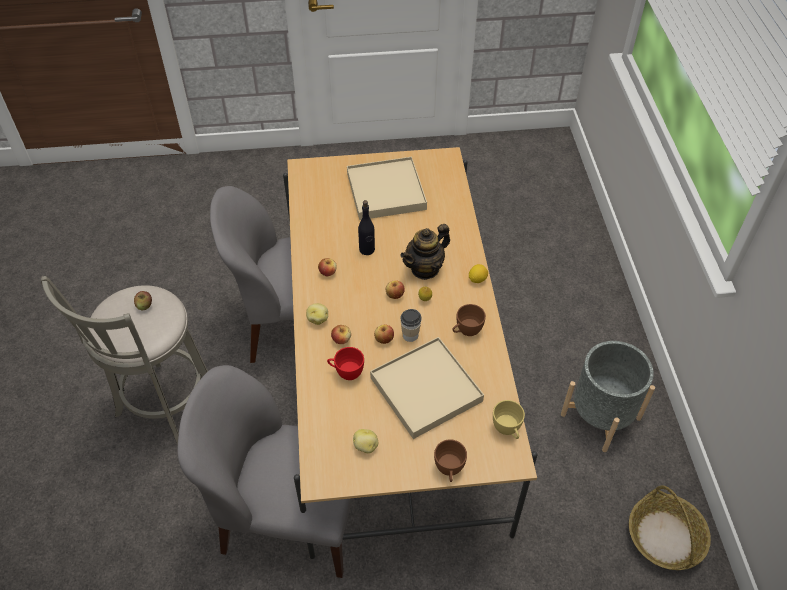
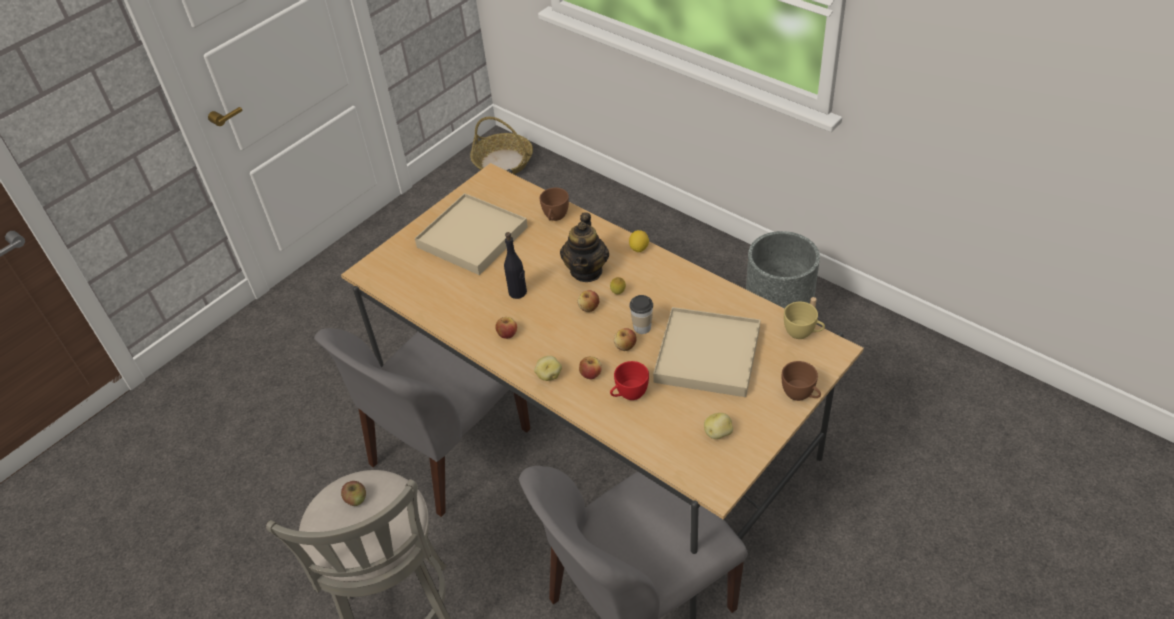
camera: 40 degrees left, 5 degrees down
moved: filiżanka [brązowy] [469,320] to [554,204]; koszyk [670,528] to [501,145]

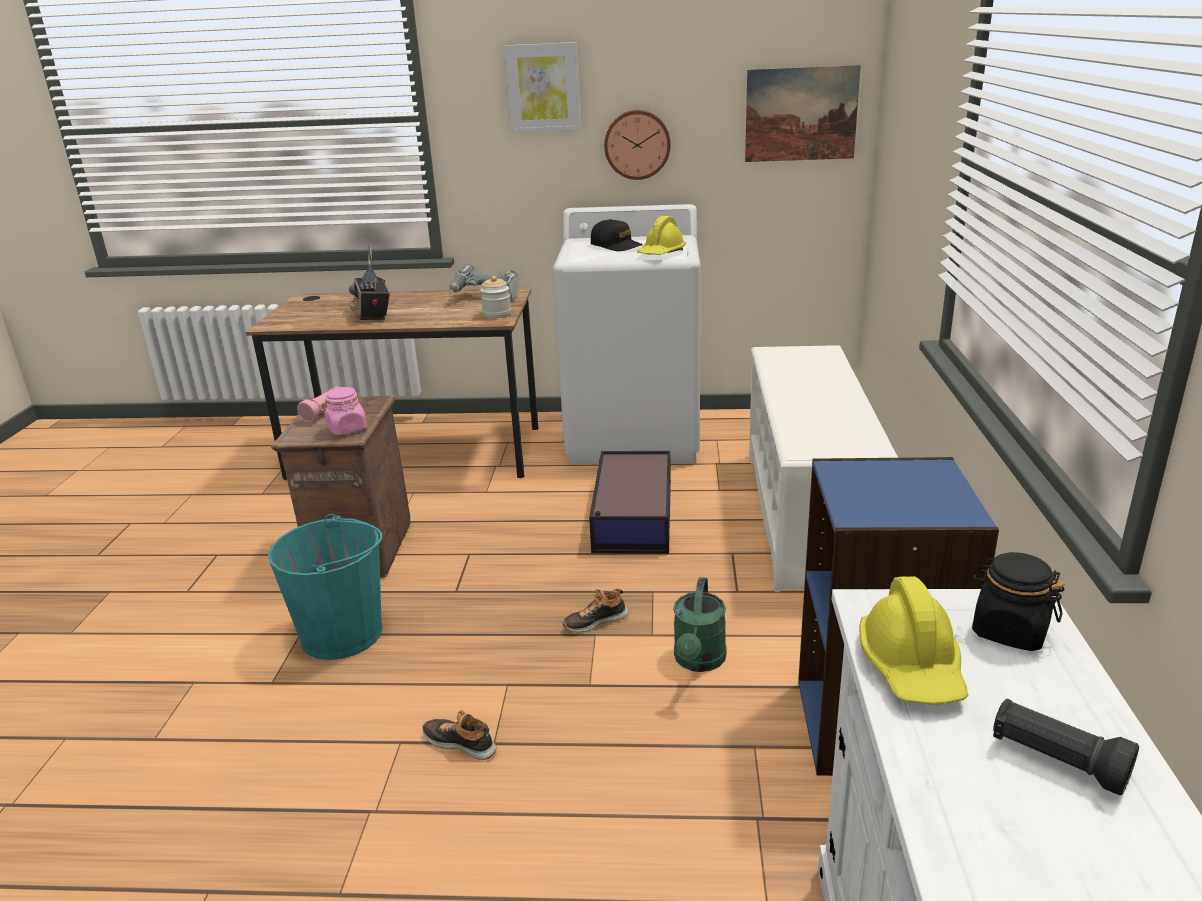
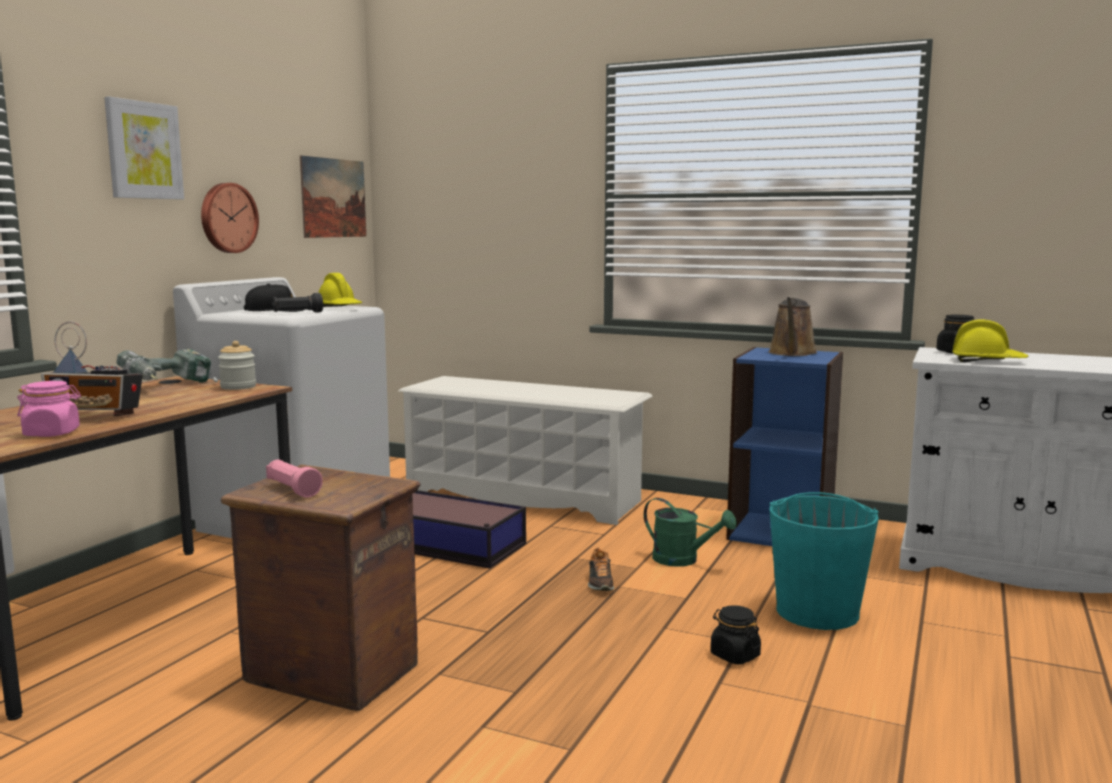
camera: 70 degrees left, 15 degrees down
added: konewka [brązowy] [793,326]
moved: wiadro [turkusowy] [325,587] to [824,561]; słoik [różowy] [345,411] to [49,409]; latarka [czarny] [1066,747] to [297,303]
replaced: but [459,735] to słoik [czarny] [736,634]

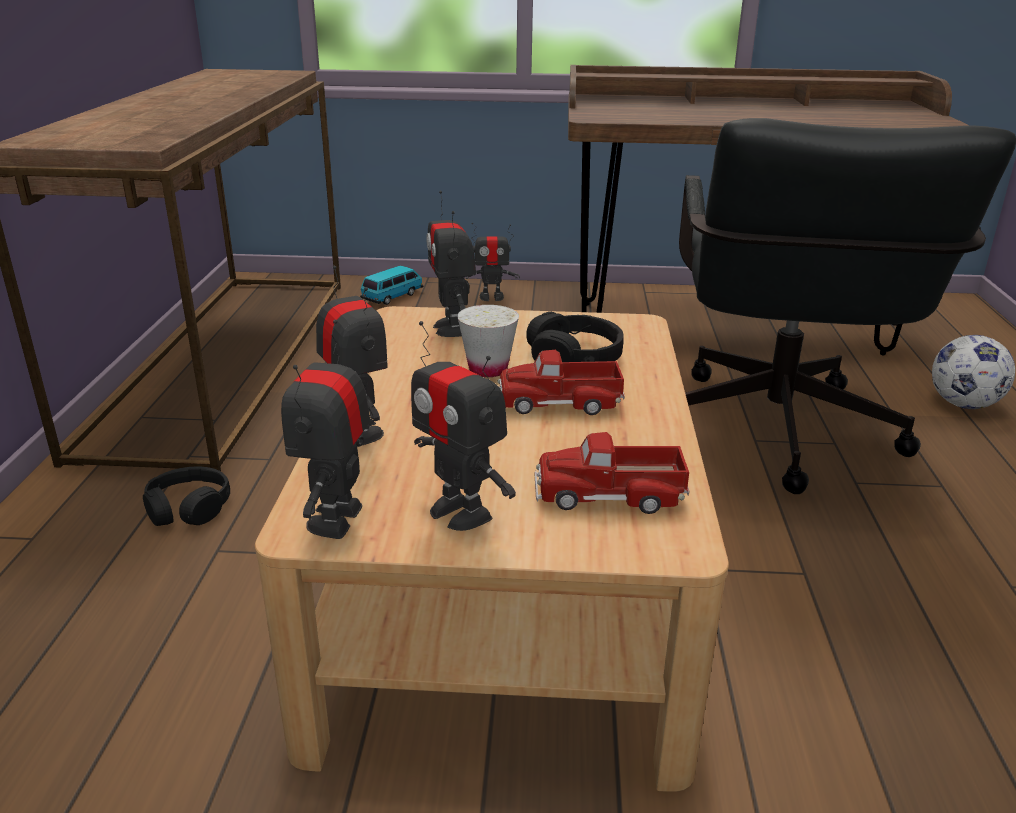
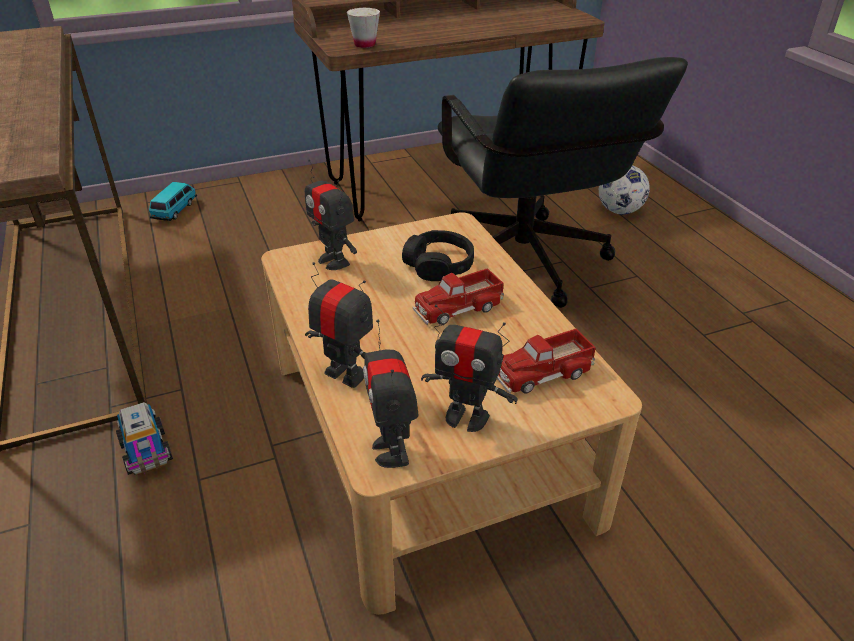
camera: 25 degrees left, 10 degrees up
removed: robot zabawkowy [493,262]
moved: filiżanka [biały] [488,341] to [363,28]
replaced: słuchawki [czarny] [186,496] to ciężarówka zabawkowa [144,438]

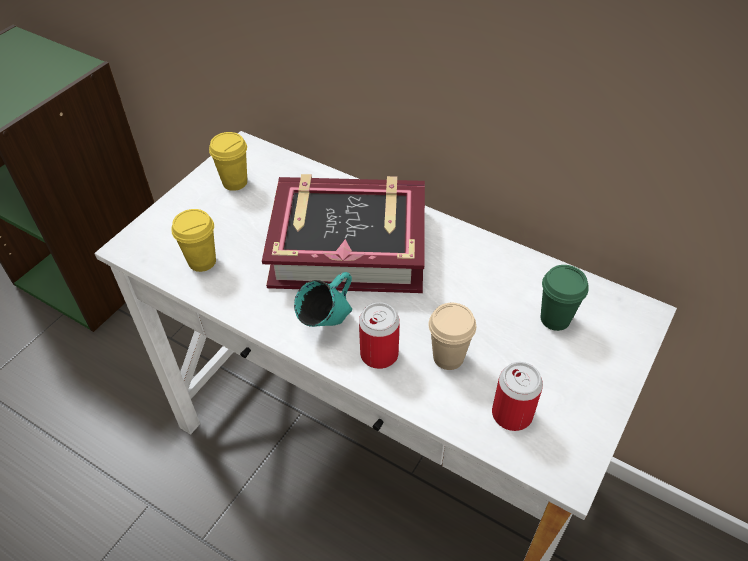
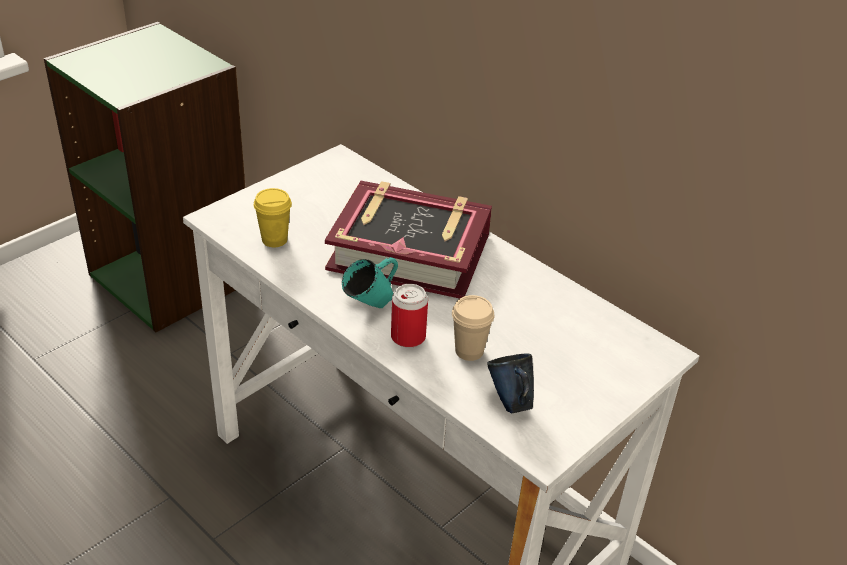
camera: 10 degrees right, 10 degrees down
removed: filiżanka [żółty] [228,161]; filiżanka [zielony] [565,298]
replaced: puszka [517,396] to kubek [niebieski] [510,383]

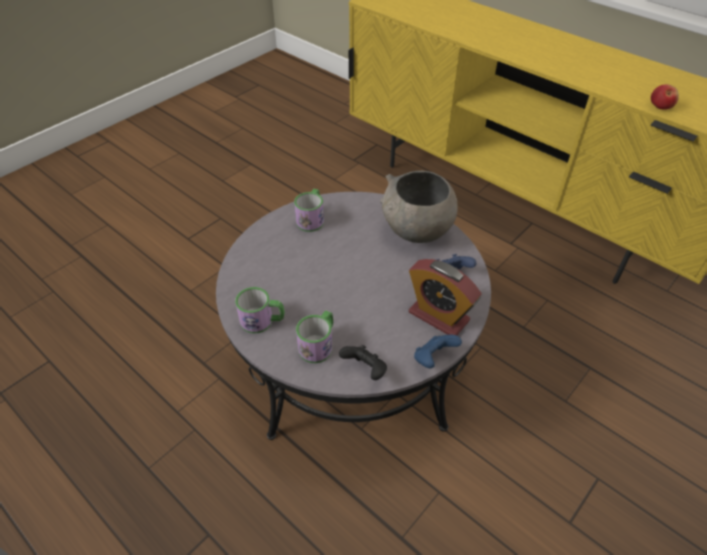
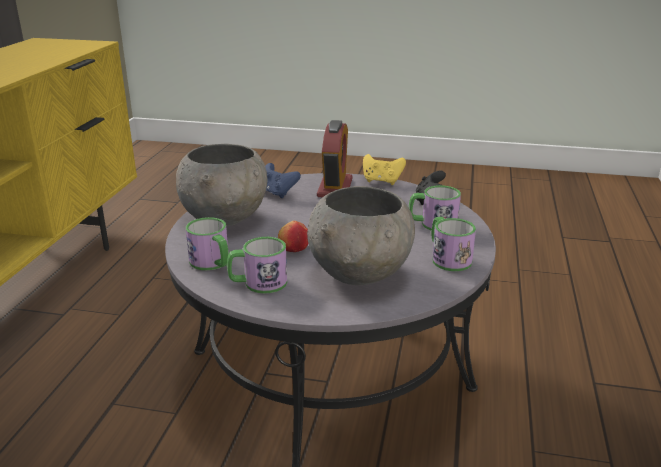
camera: 120 degrees left, 20 degrees down
added: kubek [207,243]; miska [szary] [361,235]
moved: jabłko [665,96] to [293,236]
recoloured: pad do gier [niebieski] [438,351] to pad do gier [żółty] [384,169]

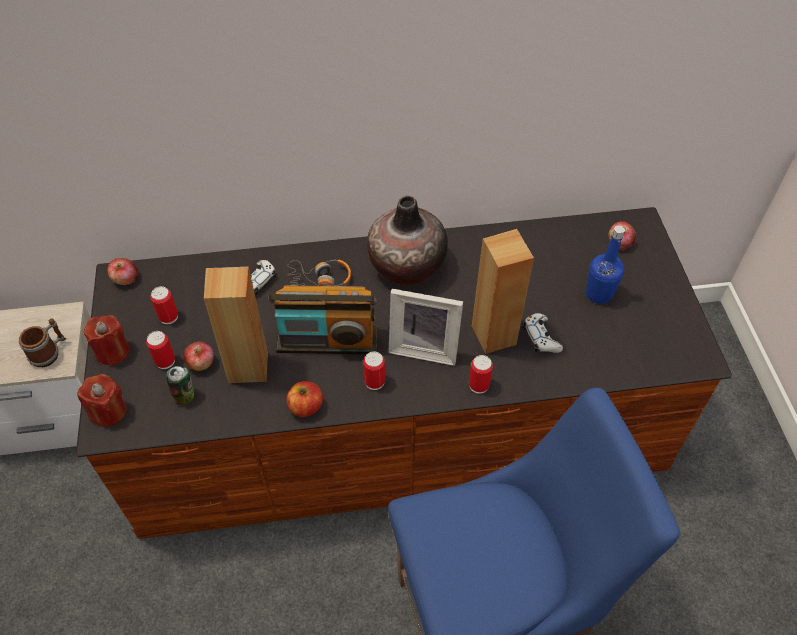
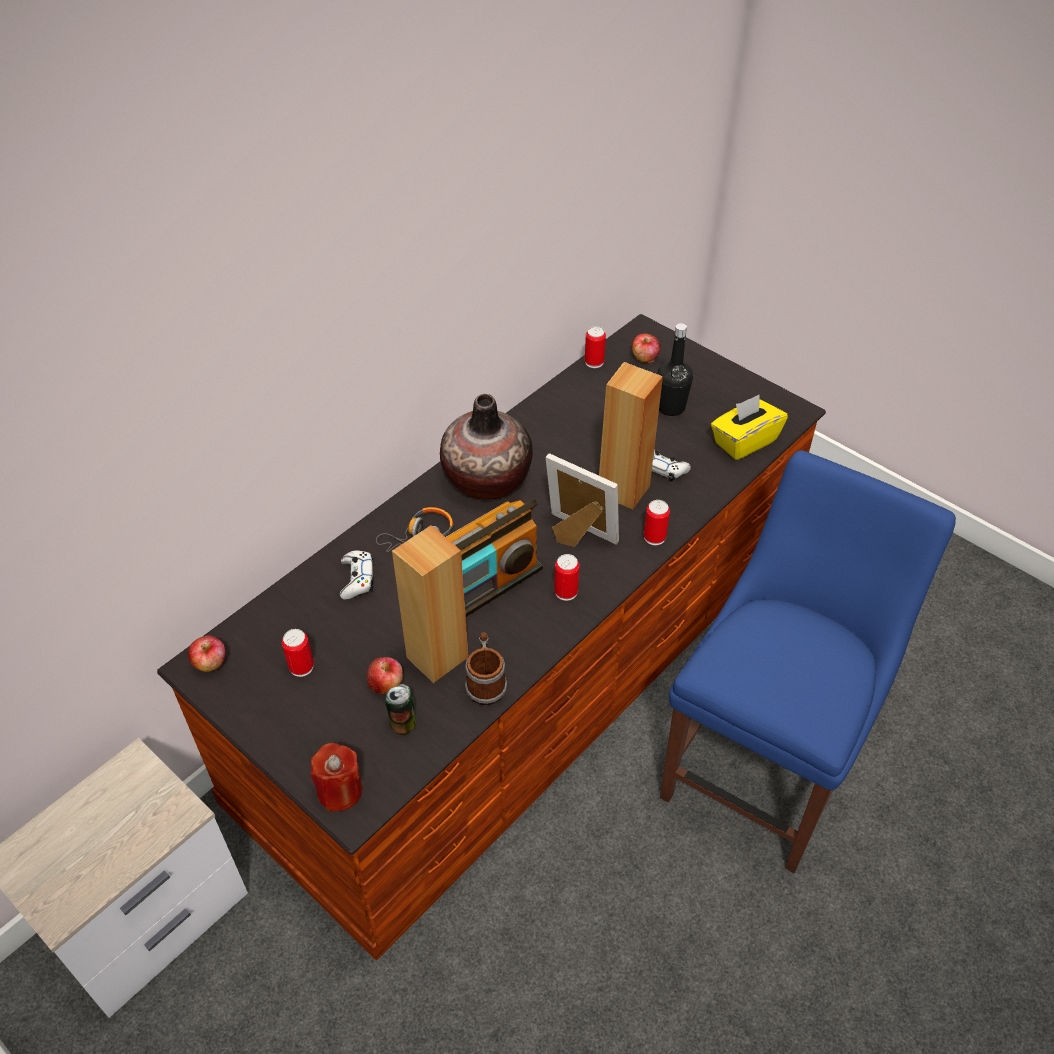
camera: 40 degrees left, 5 degrees down
removed: świeca [czerwony] [106,340]; jabłko [304,399]
added: pudełko chusteczek [żółty] [749,427]
moved: kubek [42,342] to [486,668]; puszka [160,350] to [595,347]
recoloured: butelka [niebieski] [605,264] to butelka [czarny] [675,369]
turned: ramka na zdjęcie [425,327] = [582,500] 120 degrees counterclockwise

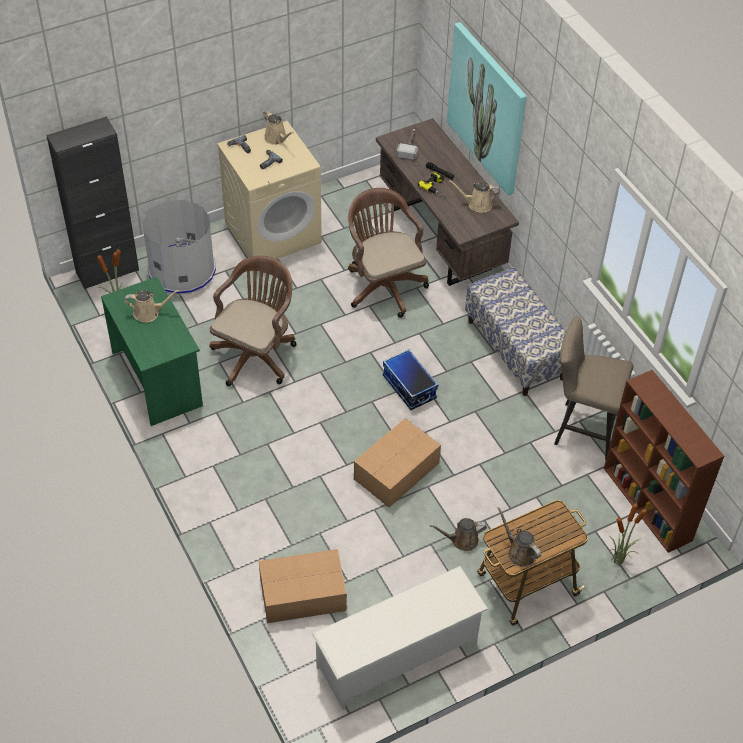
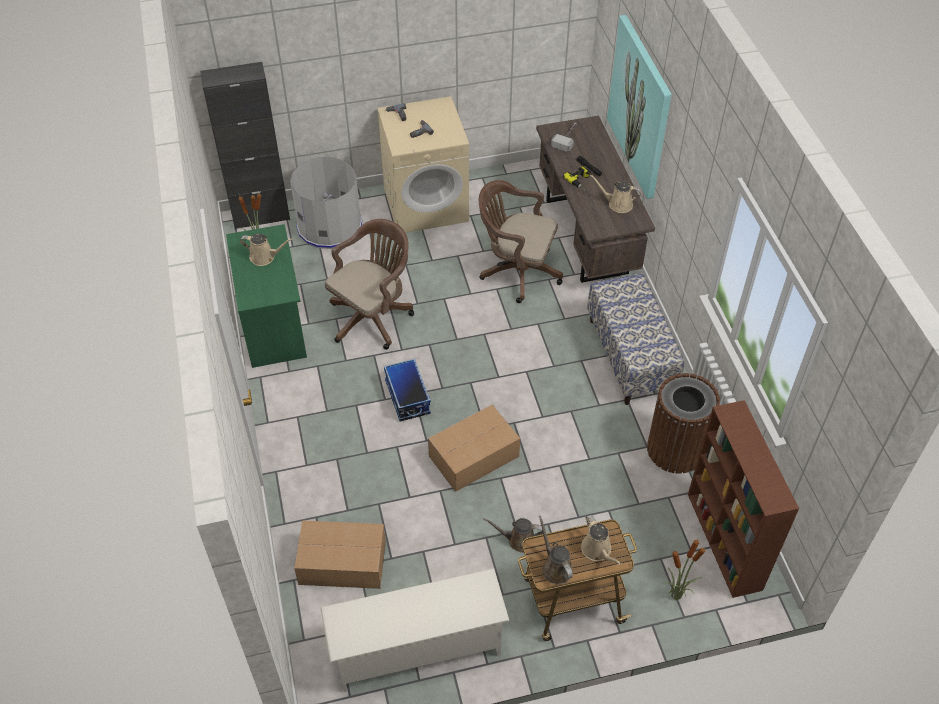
camera: 15 degrees right, 0 degrees up
moved: konewka [beżowy] [278,128] to [601,540]; pojemnik do przechowywania [411,379] to [407,390]
replaced: stołek [beżowy] [593,388] to kosz na śmieci [brązowy] [683,423]
turned: krzesło biurowe [brązowy] [388,253] = [521,241] 60 degrees counterclockwise

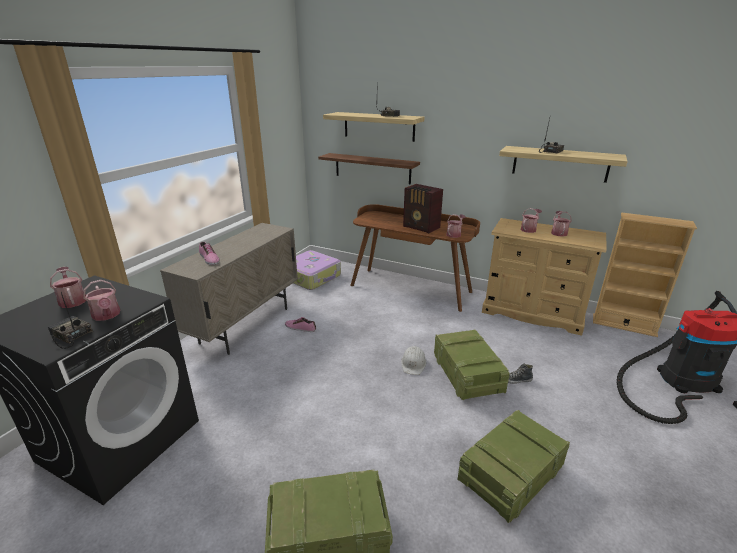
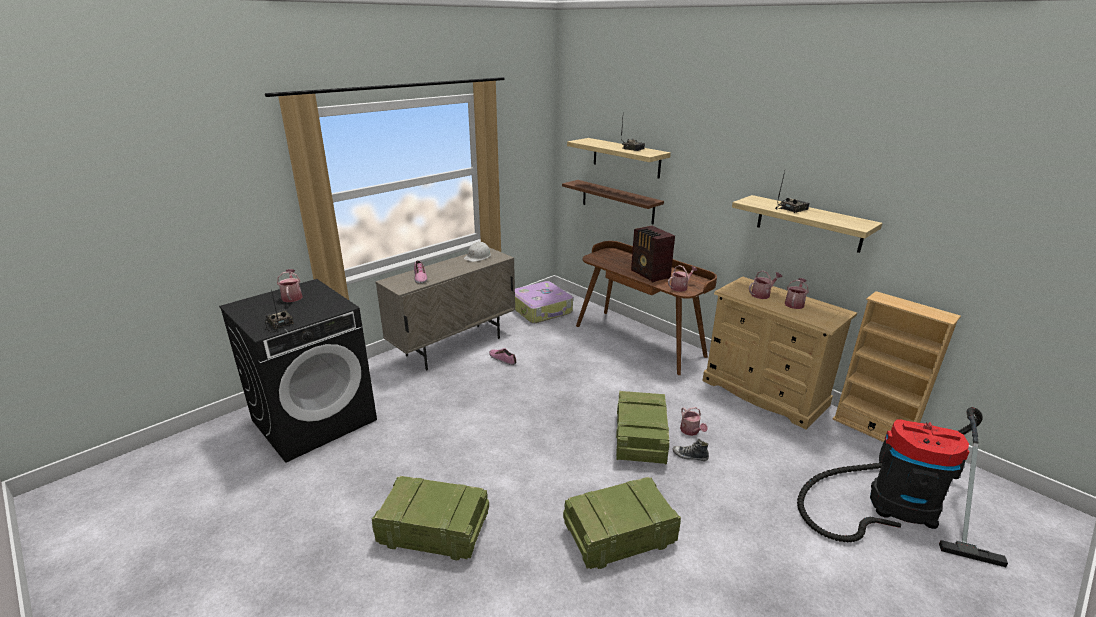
camera: 20 degrees right, 0 degrees up
moved: konewka [101,300] to [694,421]; kask [biały] [413,360] to [477,252]

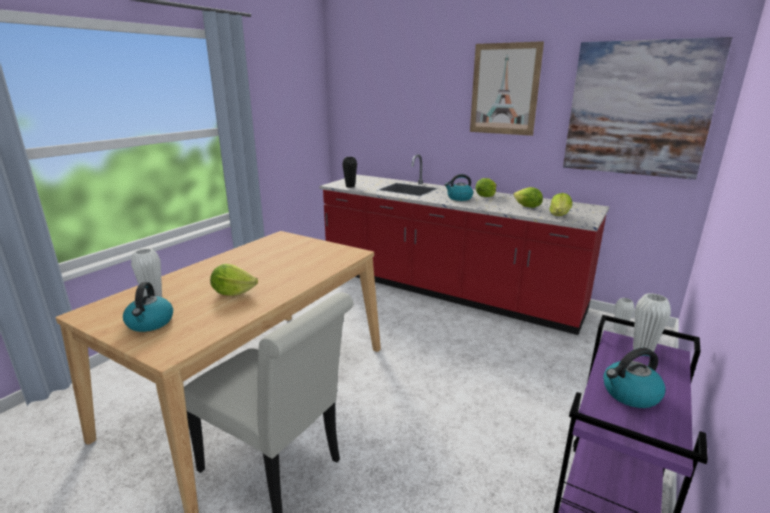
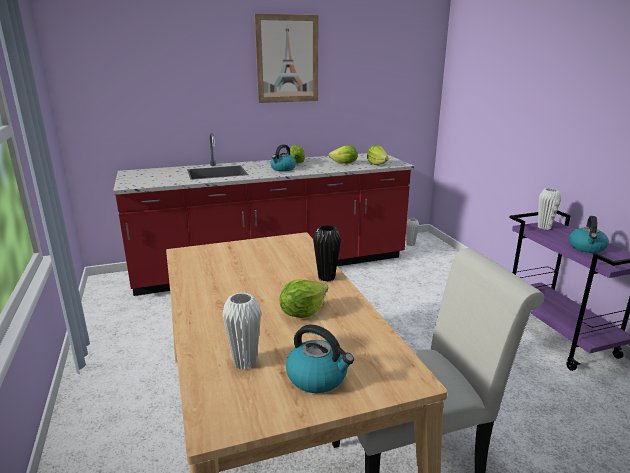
camera: 50 degrees left, 0 degrees up
removed: obraz [648,108]
moved: wazon [czarny] [349,172] to [327,253]

